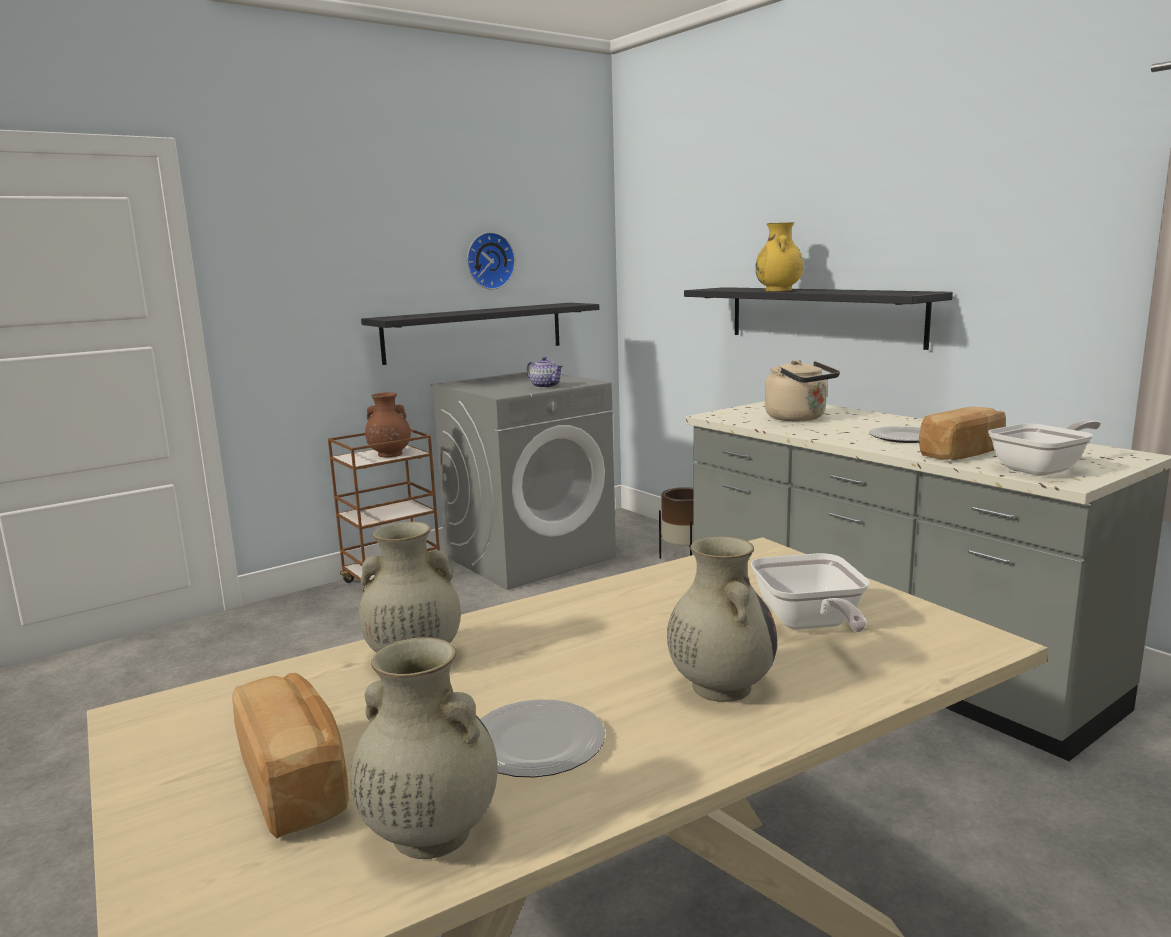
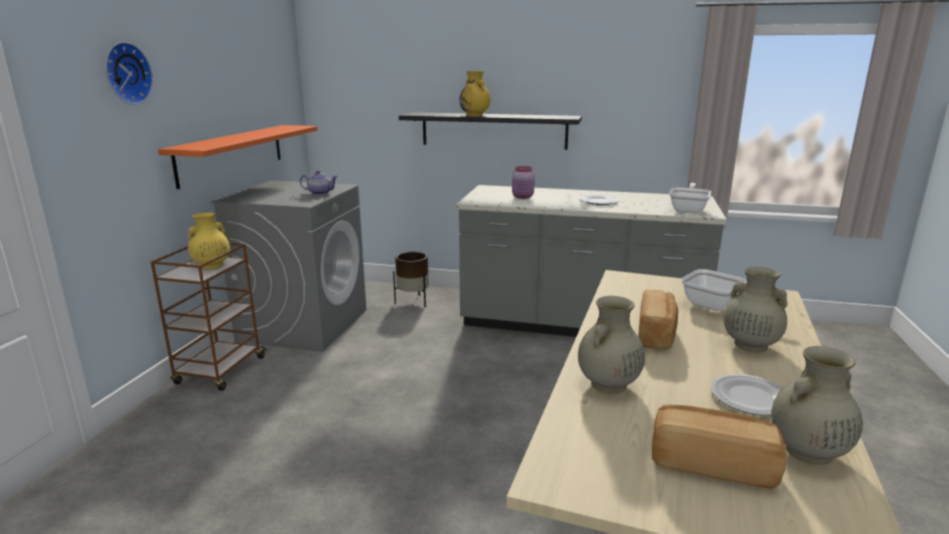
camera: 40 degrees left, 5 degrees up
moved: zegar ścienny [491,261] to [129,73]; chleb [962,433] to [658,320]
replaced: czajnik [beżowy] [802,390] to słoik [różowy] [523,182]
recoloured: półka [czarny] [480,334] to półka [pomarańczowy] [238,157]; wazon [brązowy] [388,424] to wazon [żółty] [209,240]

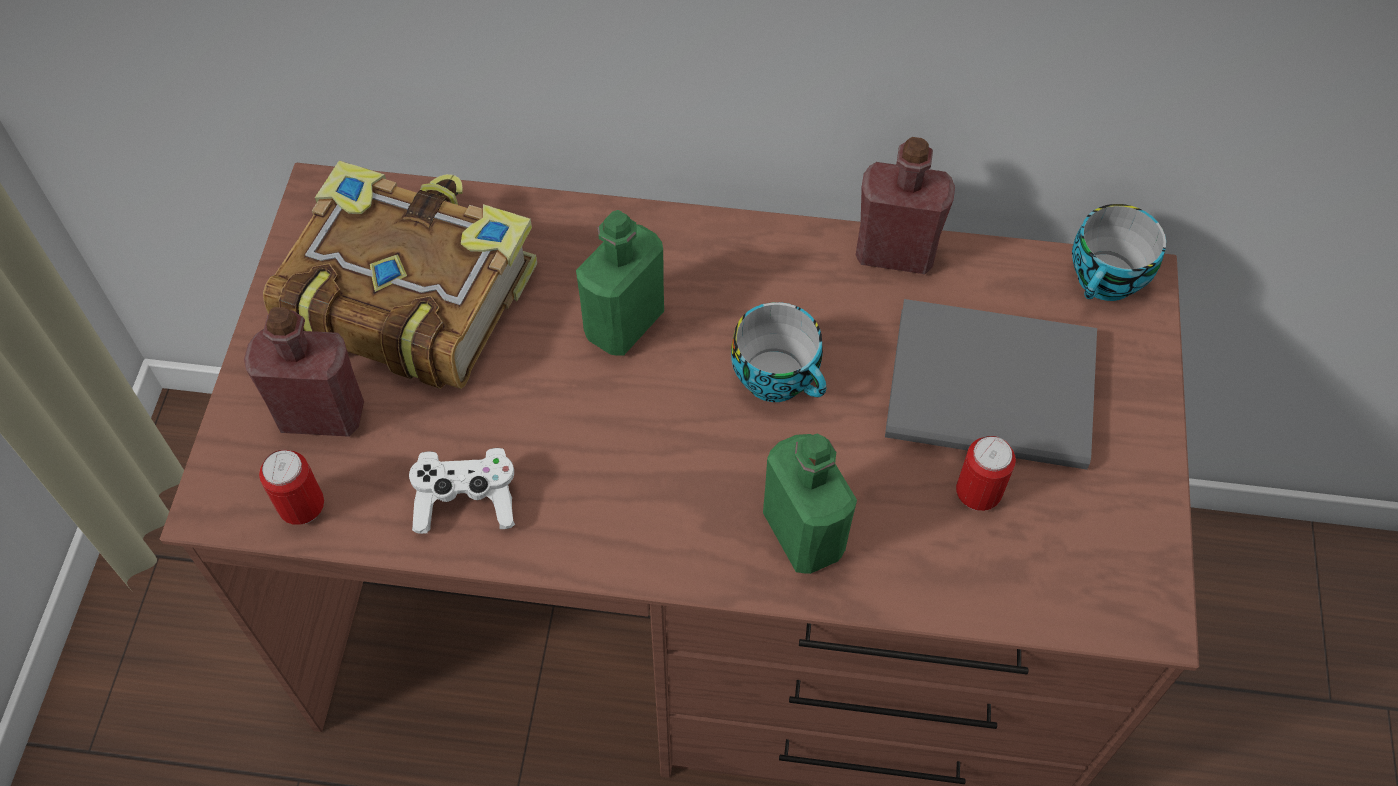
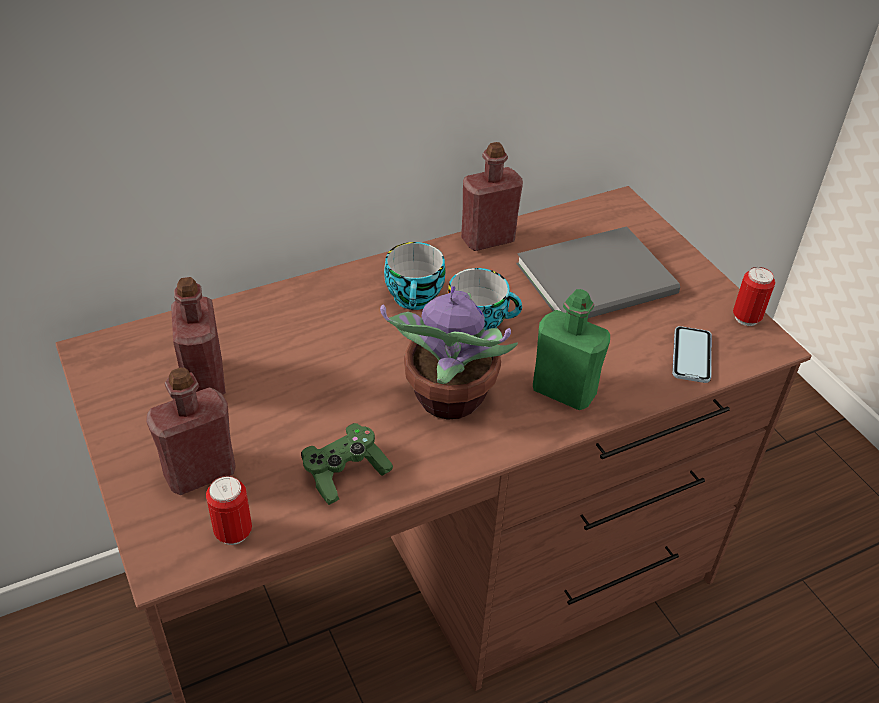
camera: 35 degrees left, 15 degrees down
removed: butelka [zielony] [620,283]
added: roślina doniczkowa [449,353]; telefon [692,354]
moved: puszka [986,473] to [754,296]; filiżanka [1119,252] to [414,276]
replaced: książka [400,275] to butelka [czerwony] [198,335]
recoloured: pad do gier [biały] [462,491] to pad do gier [zielony] [347,464]

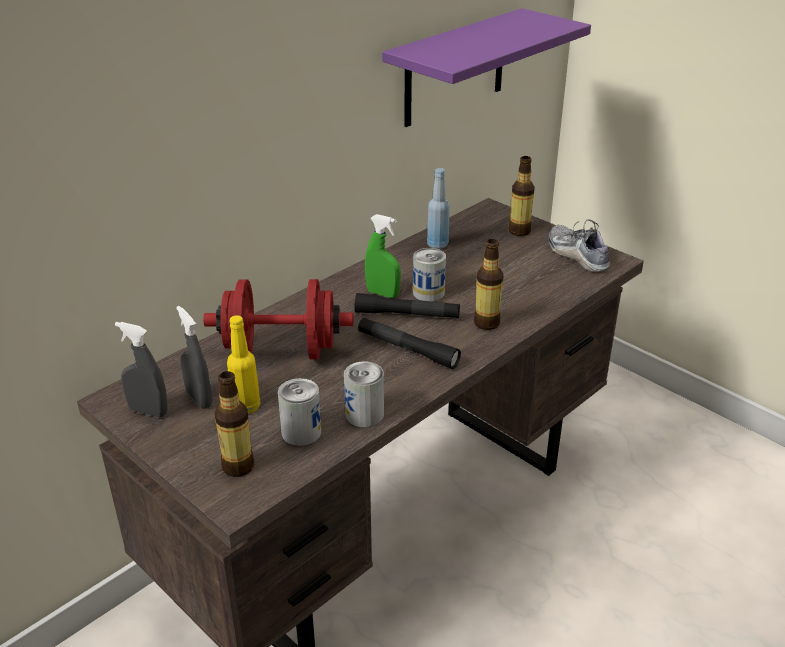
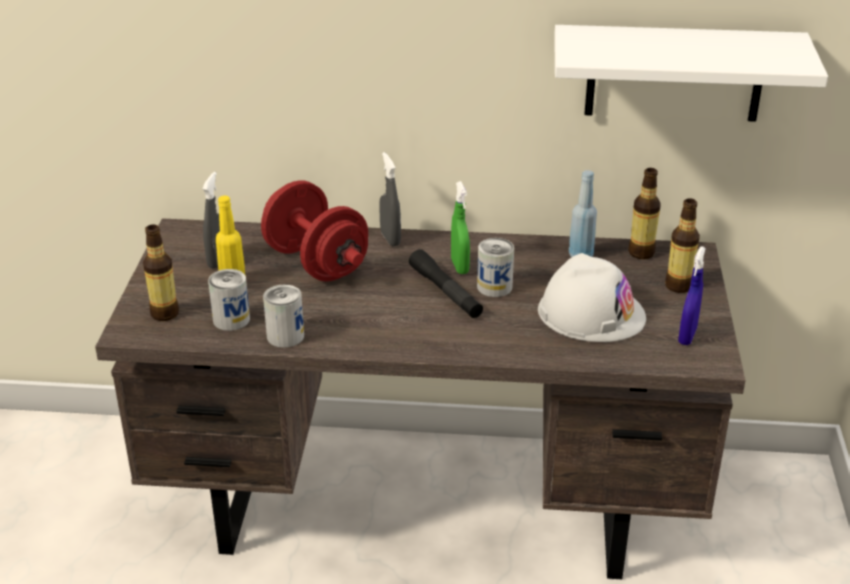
camera: 50 degrees right, 0 degrees up
removed: latarka [czarny] [409,343]
added: kask [biały] [592,297]
moved: spryskiwacz [szary] [141,369] to [390,199]; butelka [488,284] to [644,213]
replaced: but [579,245] to spryskiwacz [niebieski] [692,296]
recoloured: półka [fioletowy] [486,67] to półka [biały] [691,73]

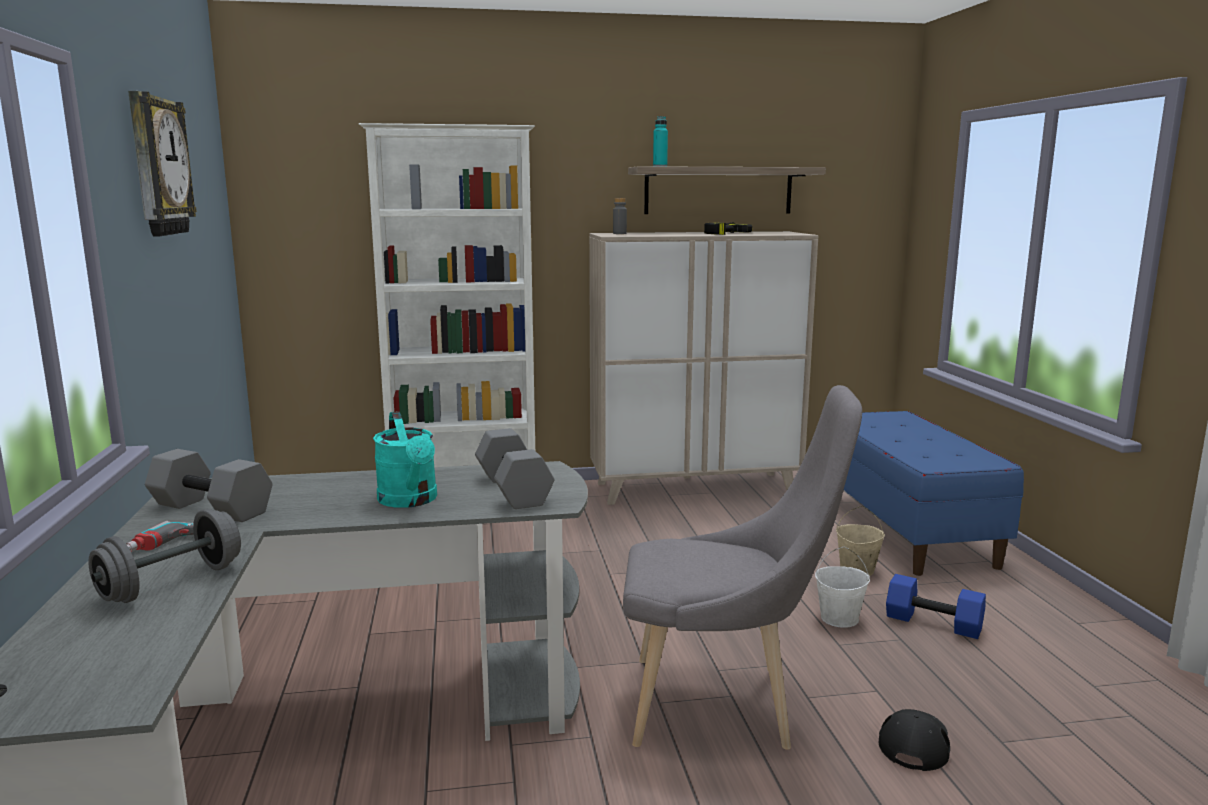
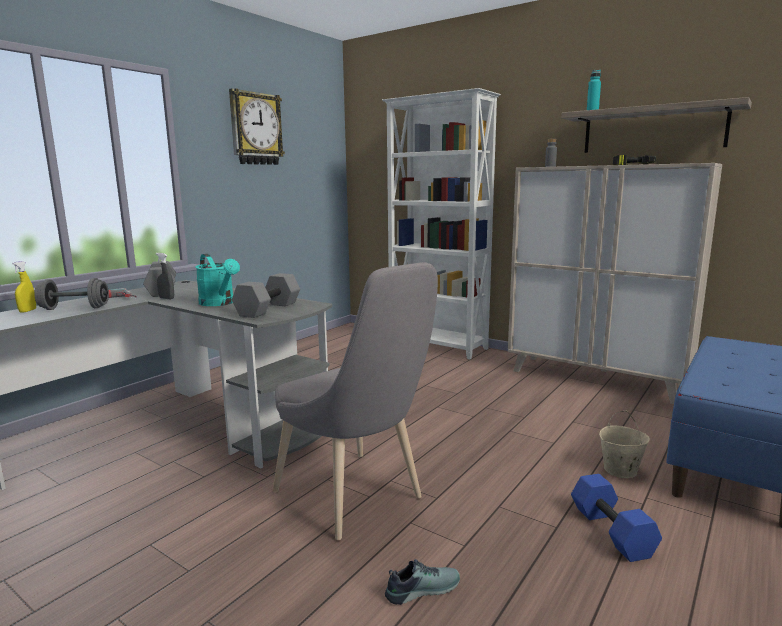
camera: 45 degrees right, 0 degrees up
removed: wiadro [biały] [842,587]
added: spryskiwacz [żółty] [24,287]; spryskiwacz [szary] [165,276]
replaced: czapka z daszkiem [czarny] [914,740] to but [422,582]
turned: konewka [turkusowy] [405,459] = [217,280] 60 degrees counterclockwise

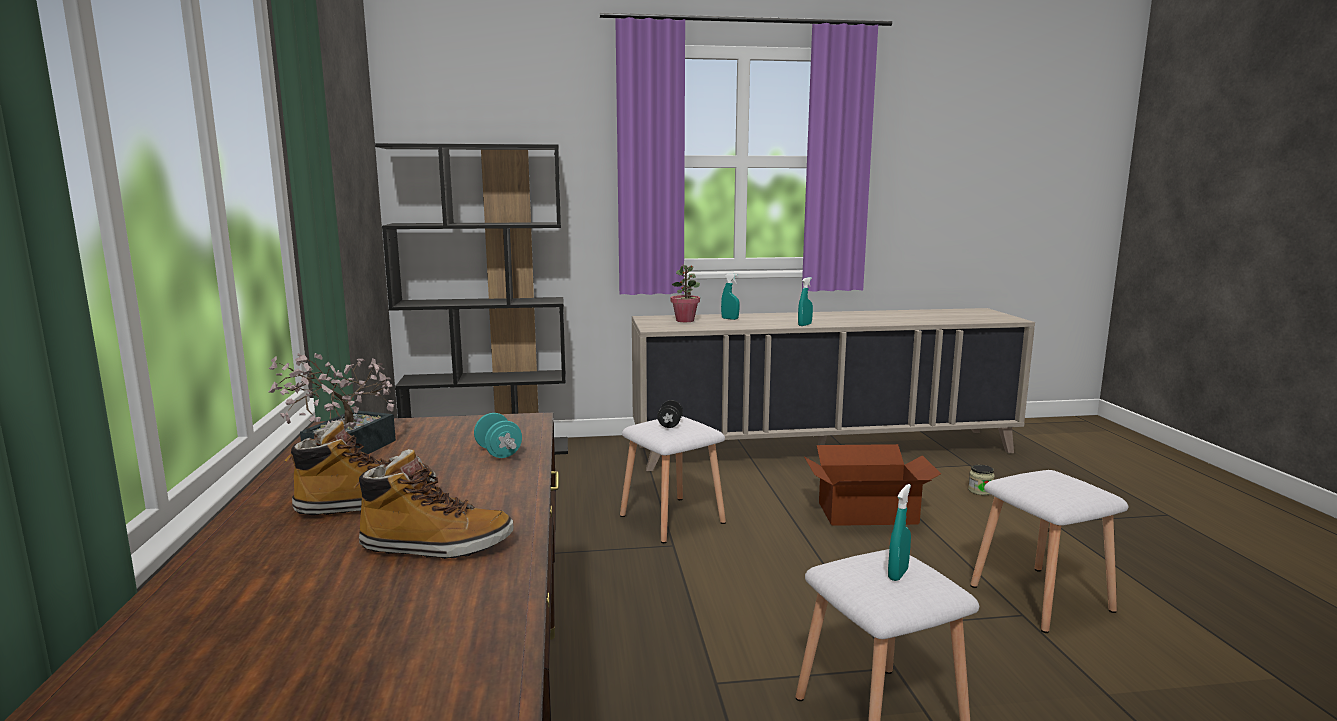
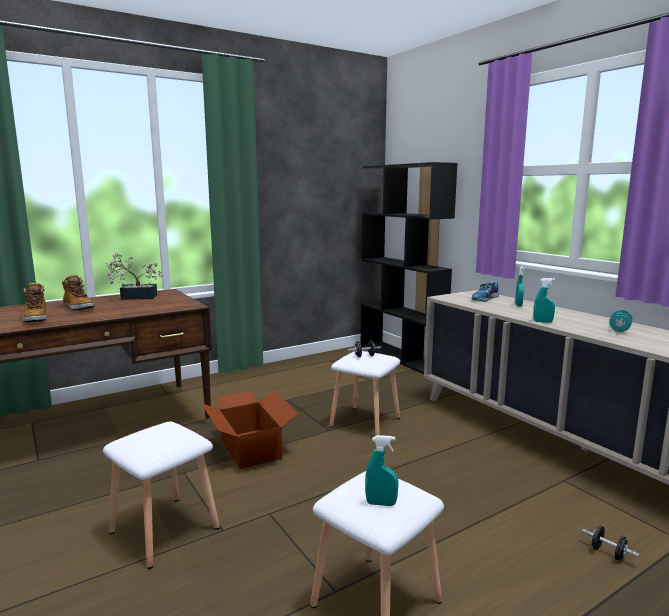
camera: 65 degrees right, 0 degrees up
moved: hantel [turkusowy] [498,435] to [621,321]; karton [872,485] to [249,429]; spryskiwacz [turkusowy] [899,532] to [382,470]
replaced: roślina doniczkowa [685,293] to but [485,291]; słoik [981,480] to hantel [czarny] [610,543]

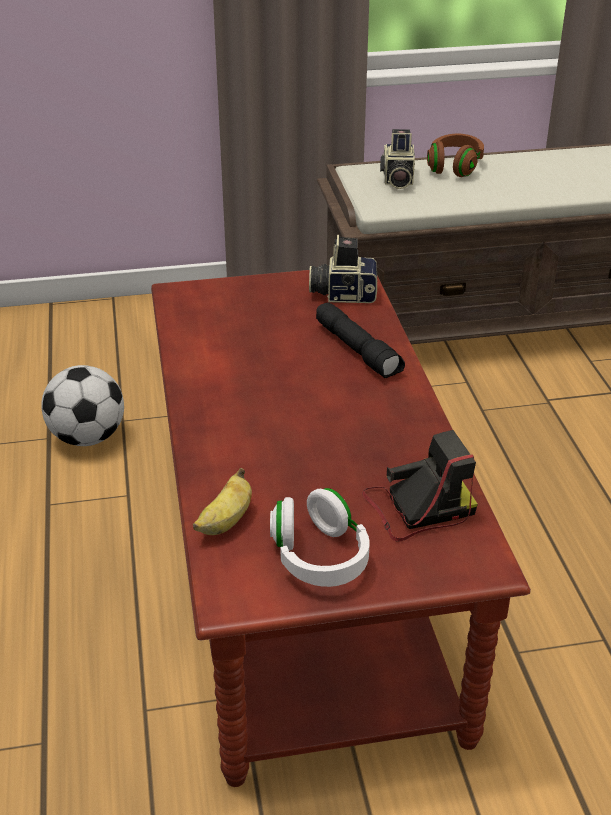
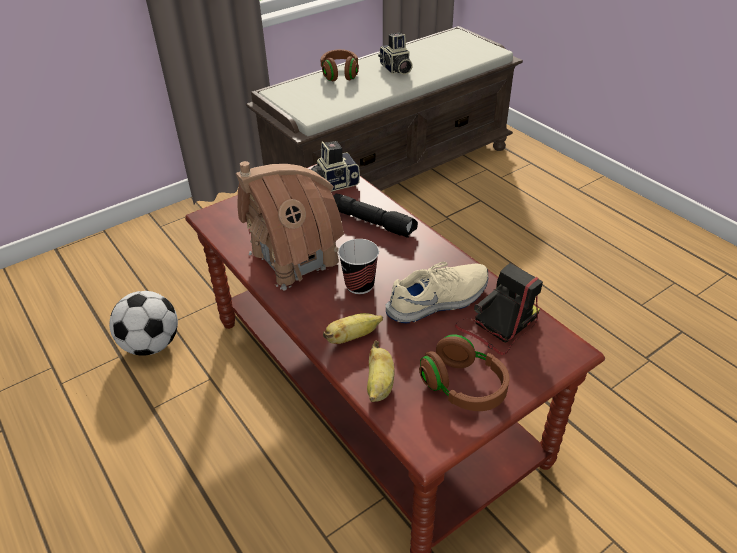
camera: 25 degrees left, 5 degrees up
added: domek [289,226]; banan [353,328]; filiżanka [358,266]; but [beżowy] [437,292]
moved: aparat fotograficzny [397,159] to [395,53]
recoloured: słuchawki [biały] [320,537] to słuchawki [brązowy] [464,372]

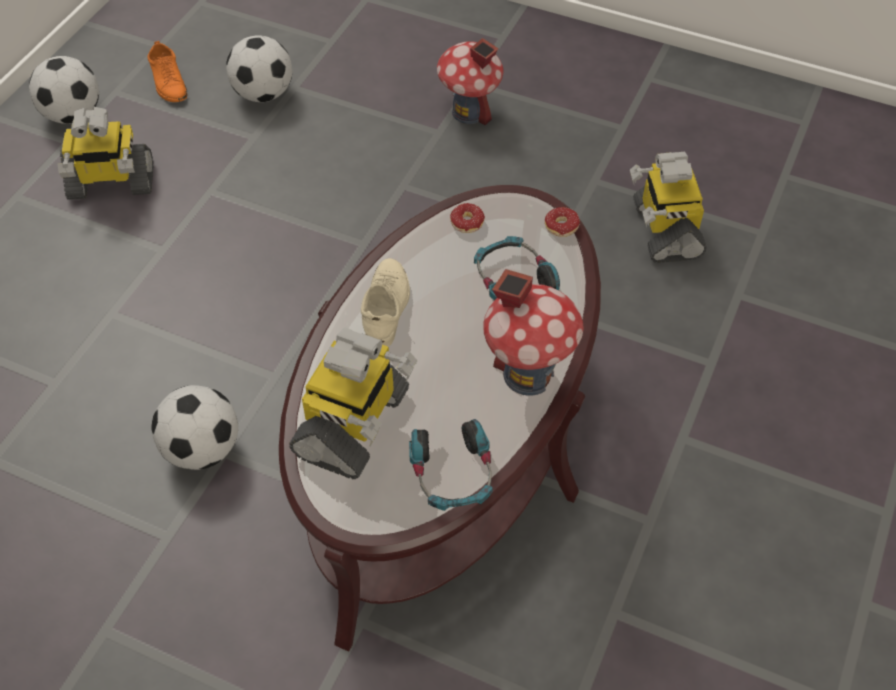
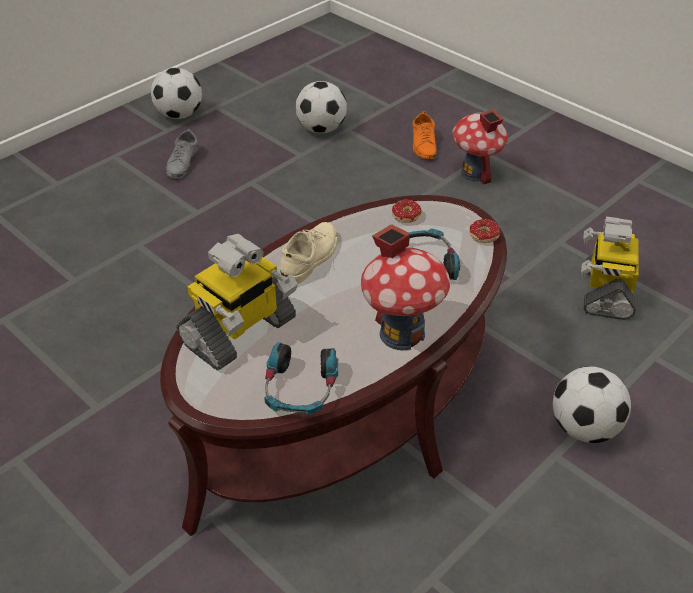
camera: 20 degrees right, 10 degrees down
moved: but [pomarańczowy] [167,71] to [425,135]; piłka futbolowa [194,427] to [592,404]
replaced: robot zabawkowy [105,153] to but [szary] [182,153]

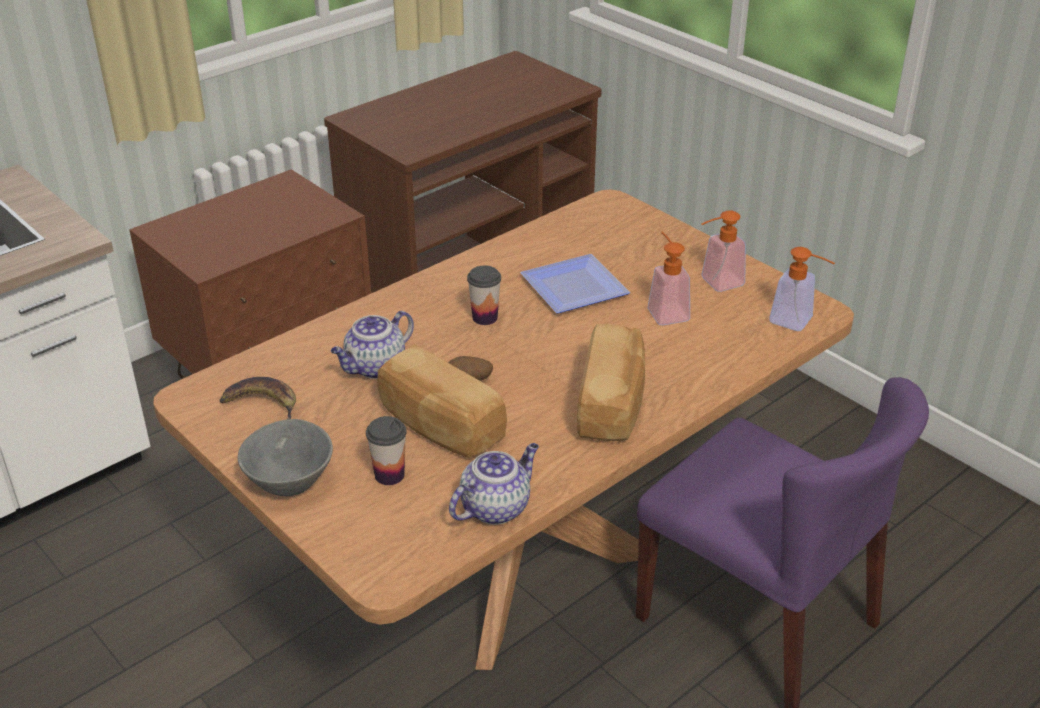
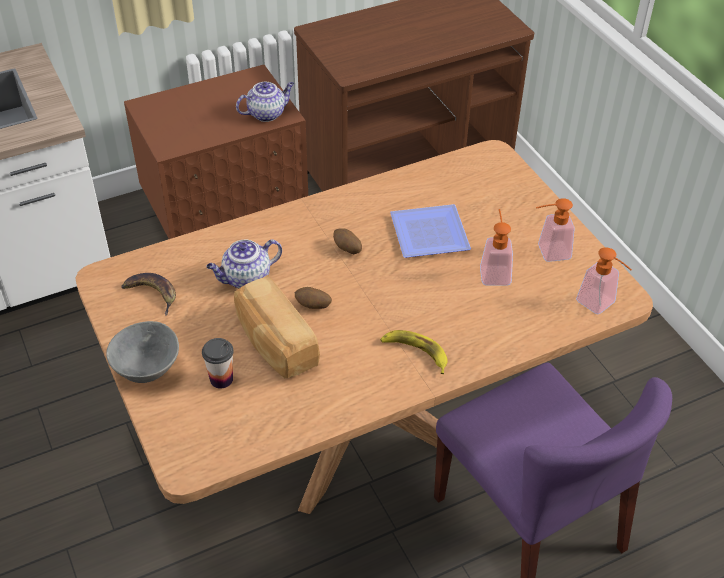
camera: 15 degrees right, 10 degrees up
moved: imbryk [494,484] to [265,102]
replaced: filiżanka [484,295] to ziemniak [347,241]; chleb [611,382] to banan [413,352]

